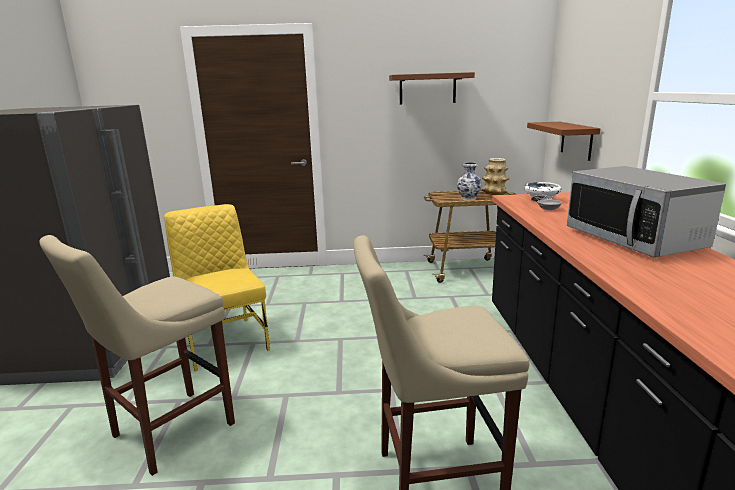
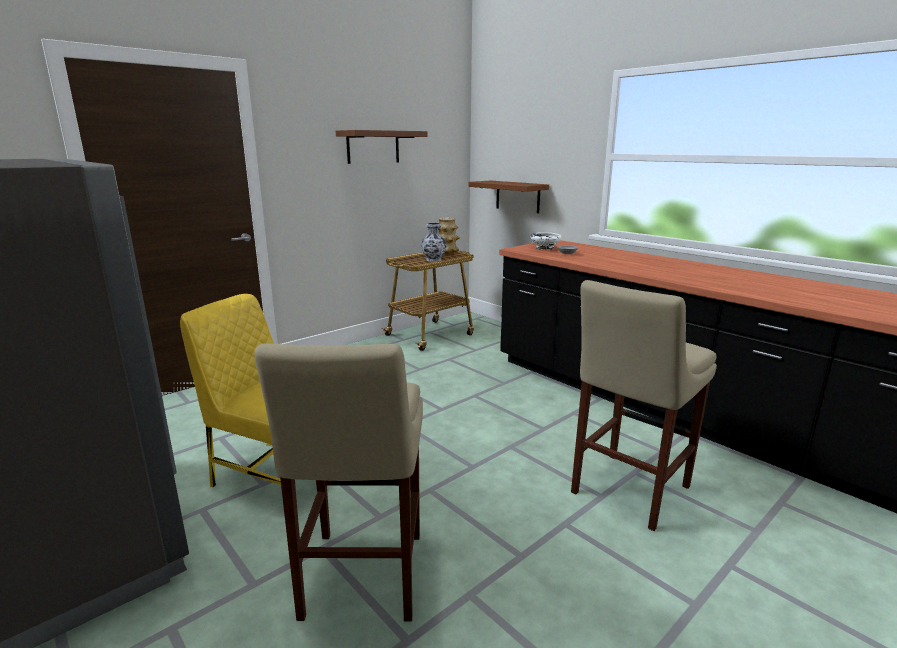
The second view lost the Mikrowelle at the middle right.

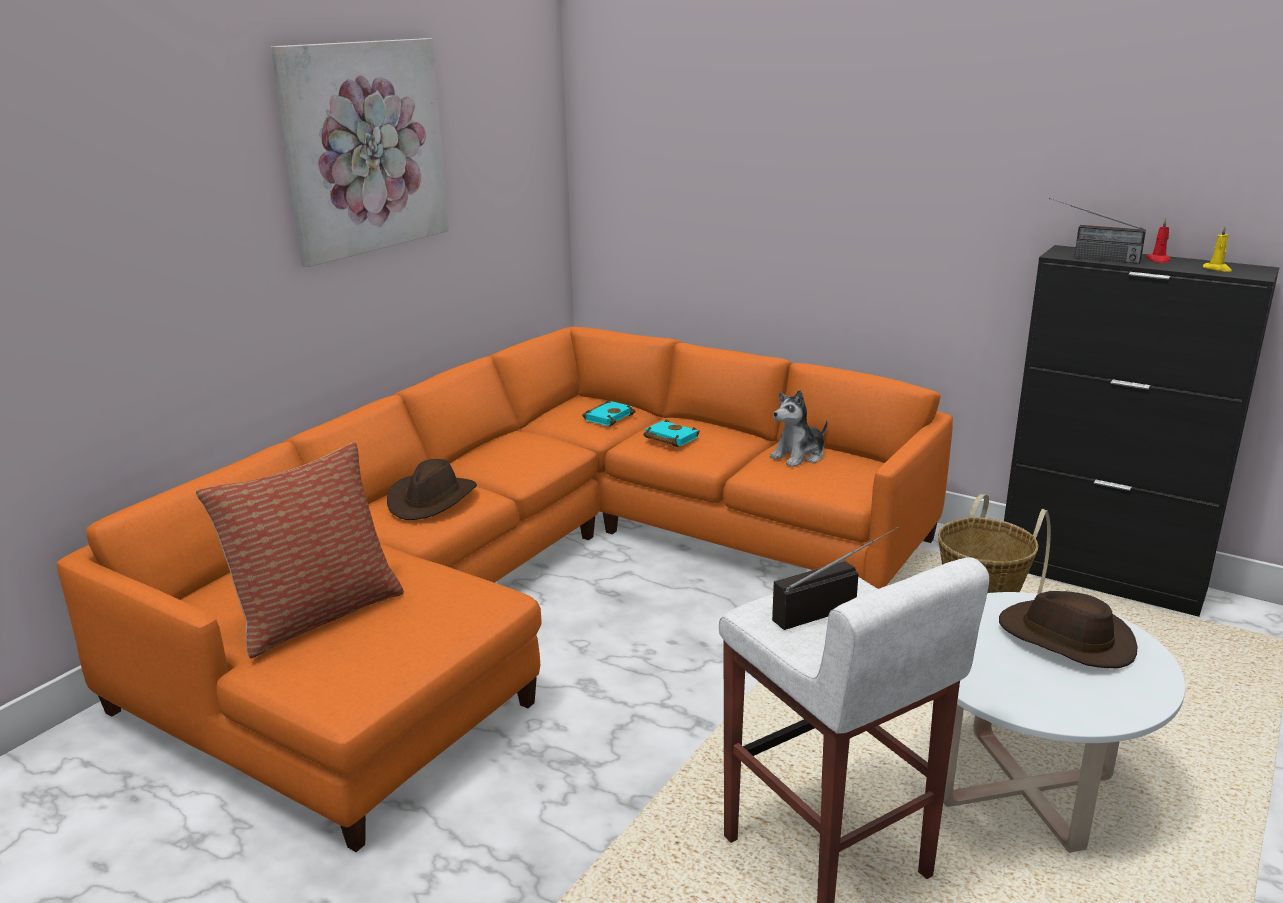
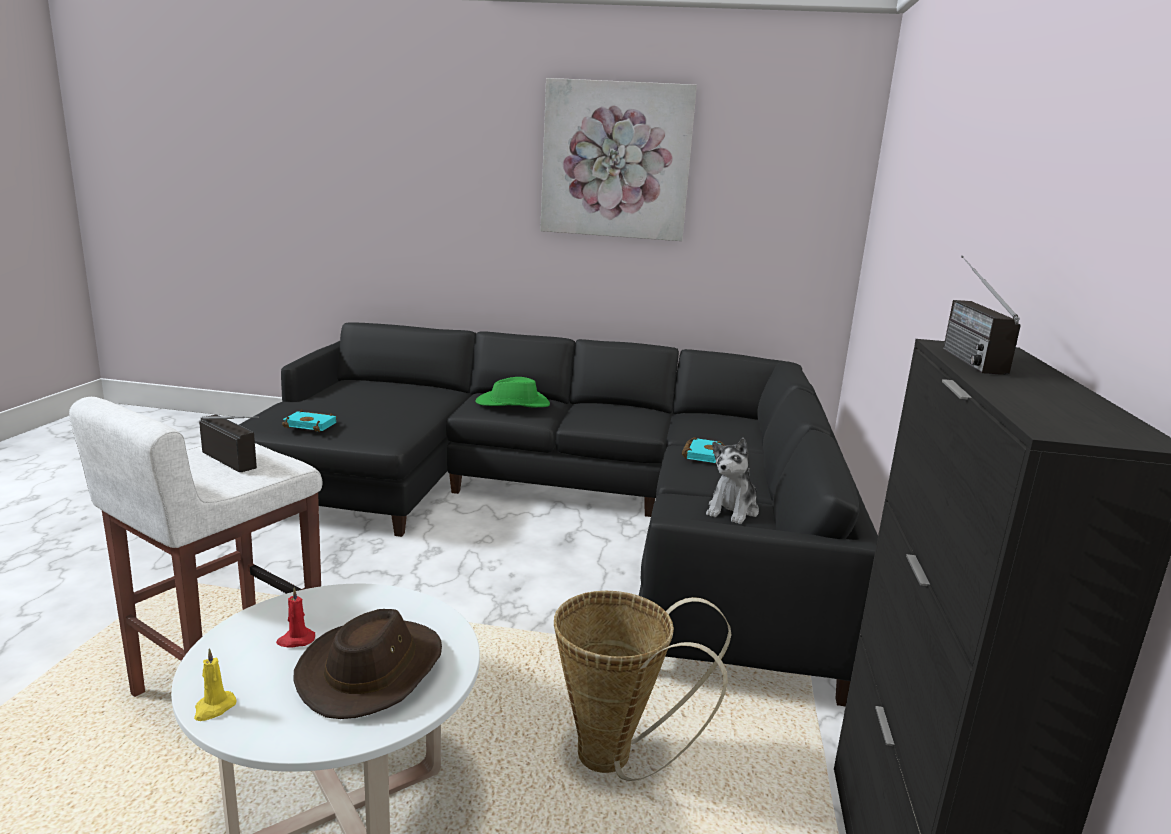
What was the Sofa/orange at the centre turned into the Sofa/schwarz at the centre. The second view lost the Kissen at the middle left. What was the Hut/braun (no. 1 from left) at the centre turned into the Hut/grün at the centre. The Buch/türkis (no. 1 from left) ended up elsewhere, having gone from the centre to the middle left. The Plüschtier at the centre ended up facing another way, 90 degrees counterclockwise from before. The Kerze/rot ended up elsewhere, having gone from the top right to the bottom left. The Kerze/gelb ended up elsewhere, having gone from the top right to the bottom left.

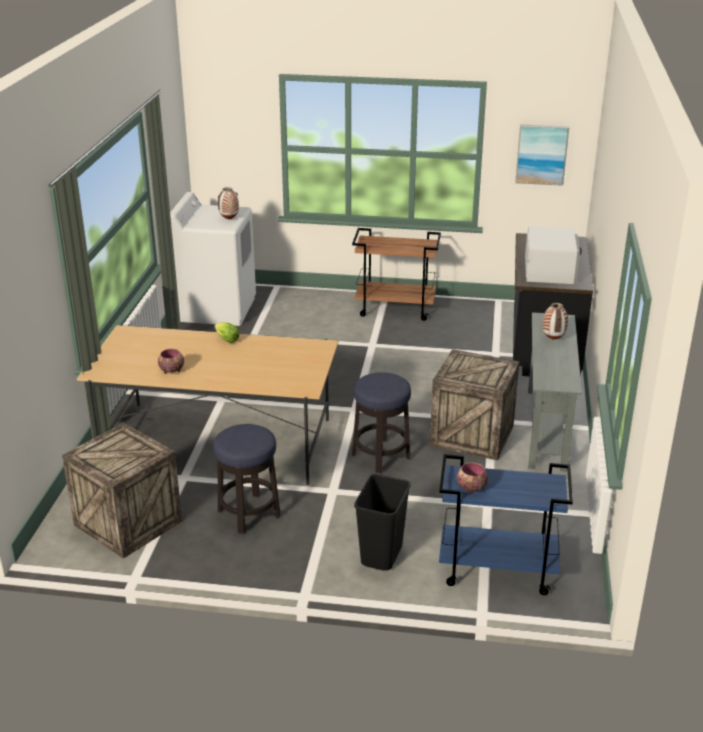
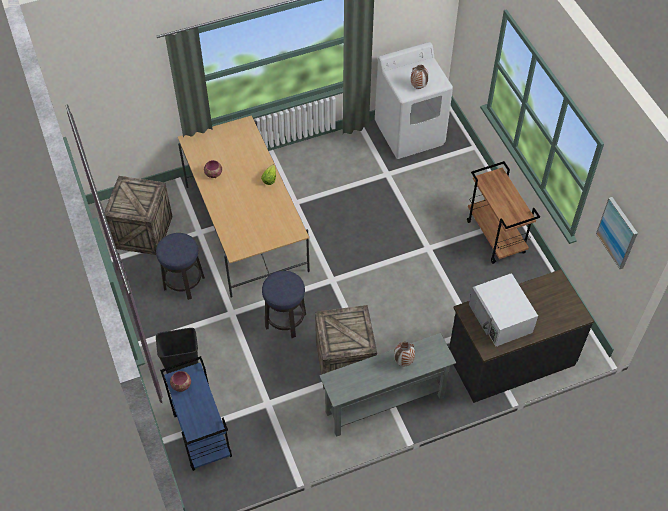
The Mikrowelle/weiß at the middle right ended up facing another way, 90 degrees clockwise from before.

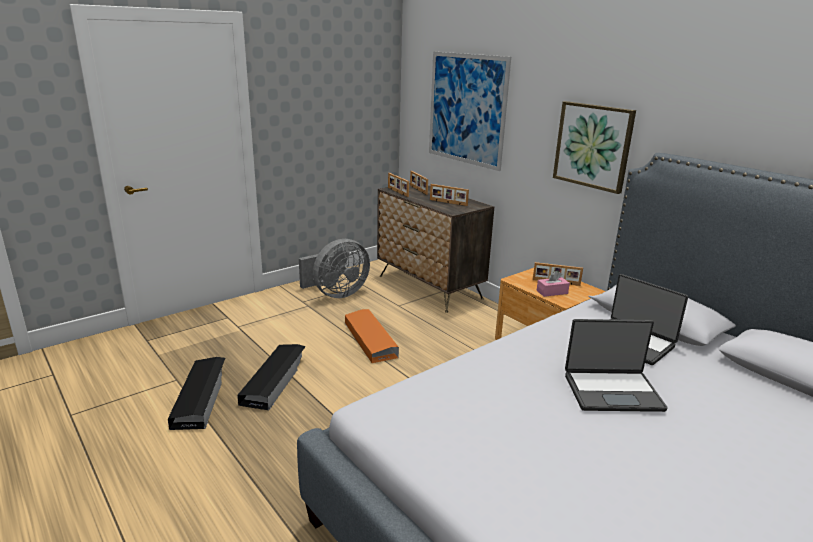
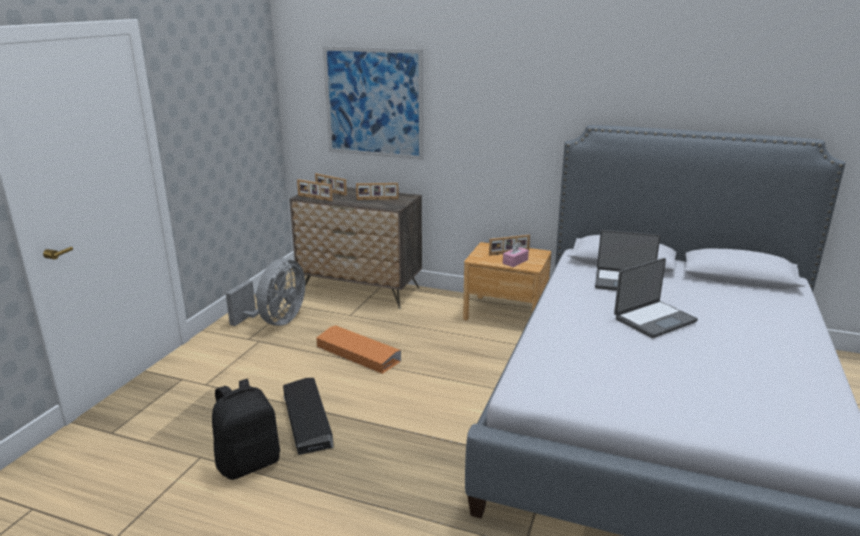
Where the Aufbewahrungsbox/schwarz (no. 1 from left) stood at the bottom left, the Rucksack/schwarz came to stand at the bottom left. The second view lost the Bild (no. 2 from left) at the top right.

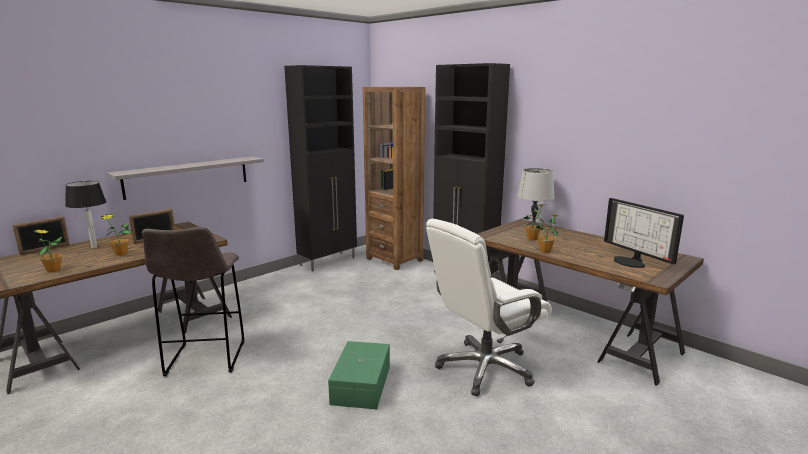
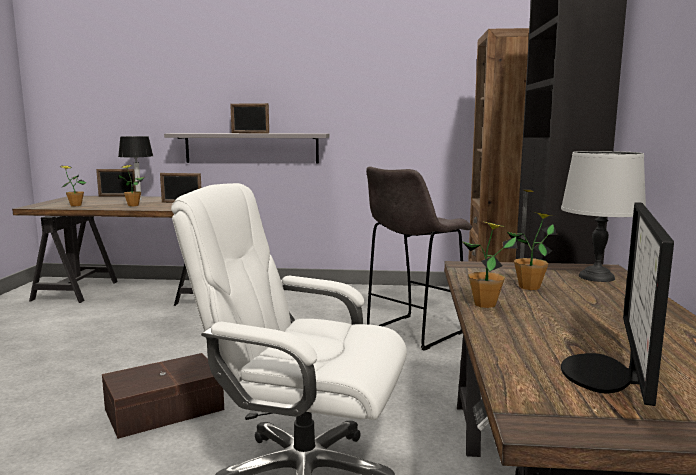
The Hocker/grau ended up elsewhere, having gone from the middle left to the centre. The second view lost the Schrank/schwarz (no. 1 from left) at the centre. What was the Aufbewahrungsbox/grün at the bottom centre turned into the Aufbewahrungsbox/braun at the bottom left. The second view gained the Bilderrahmen (no. 3 from left) at the top centre.

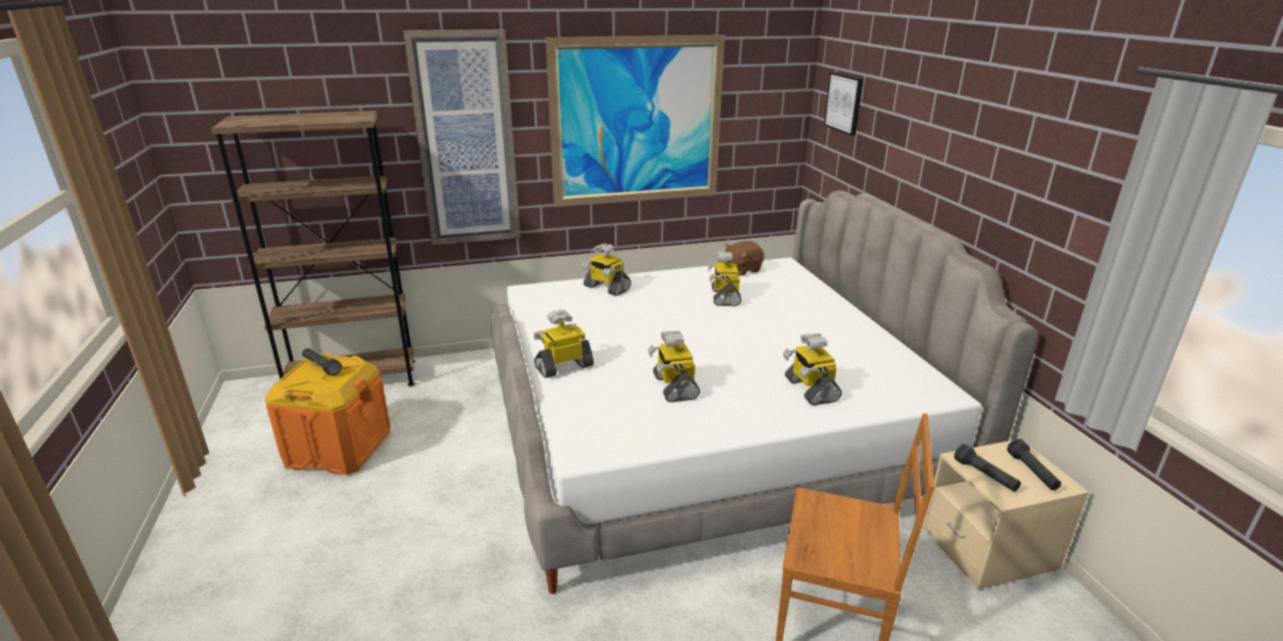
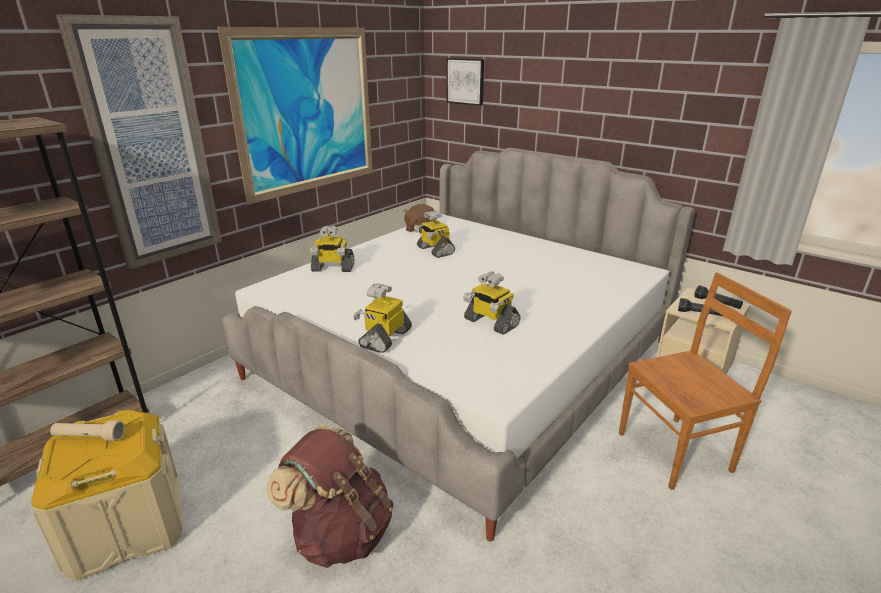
What was the Aufbewahrungsbox/orange at the middle left turned into the Aufbewahrungsbox/beige at the bottom left. What was the Taschenlampe/schwarz (no. 1 from left) at the middle left turned into the Taschenlampe/beige at the bottom left. The second view lost the Spielzeugroboter (no. 5 from left) at the centre. The second view gained the Rucksack/braun at the bottom centre.

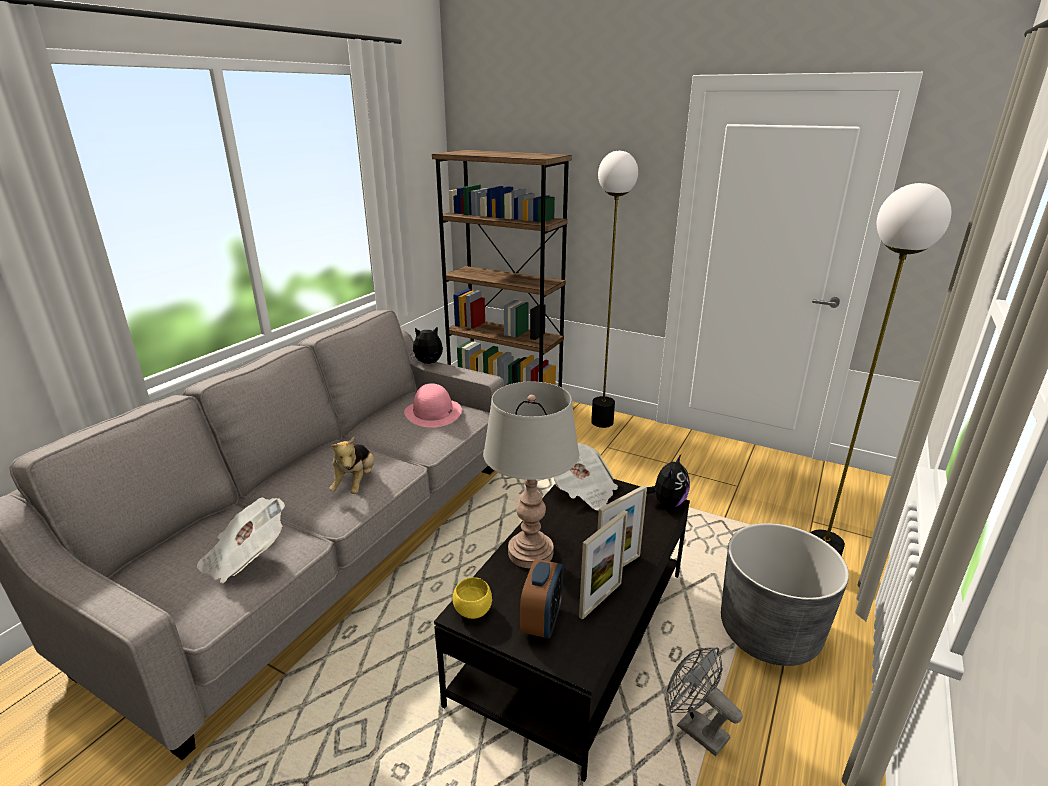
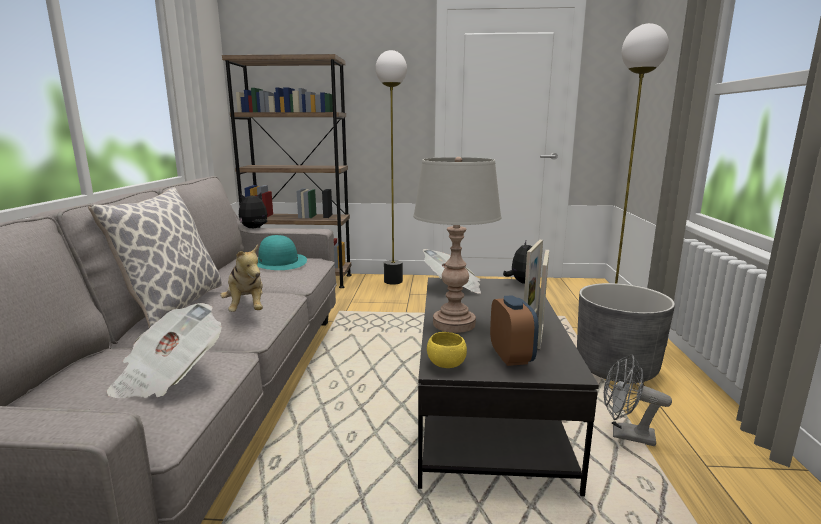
What was the Hut/rosa at the centre turned into the Hut/türkis at the centre. The second view gained the Kissen at the middle left.

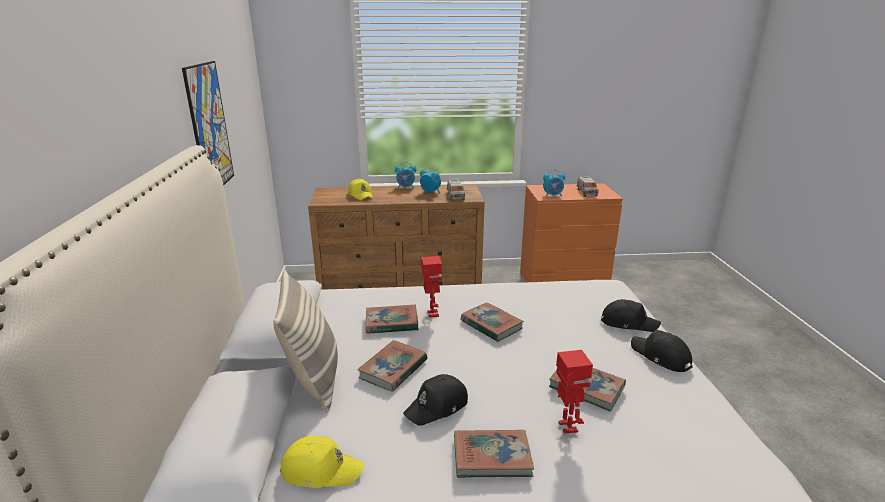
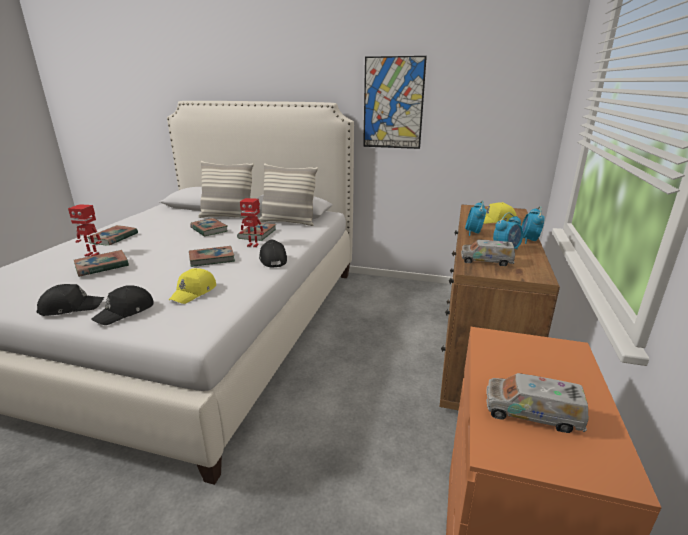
The Kappe/gelb (no. 1 from left) ended up elsewhere, having gone from the bottom centre to the middle left. The Kappe/schwarz (no. 1 from left in the first image) ended up elsewhere, having gone from the bottom centre to the centre. The Wecker (no. 3 from left in the first image) ended up elsewhere, having gone from the centre to the middle right. The second view gained the Kissen (no. 2 from left) at the centre.

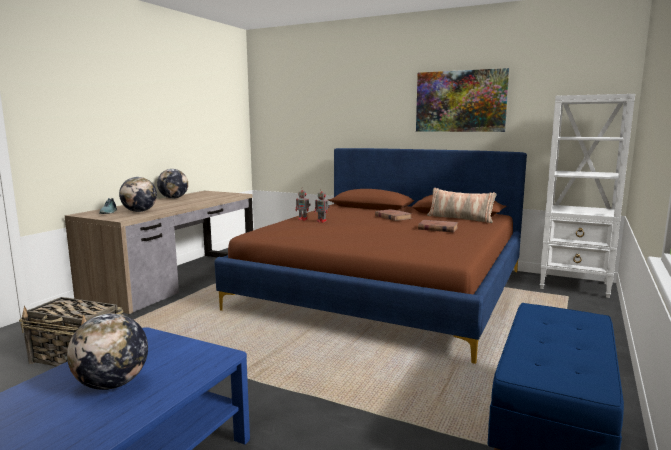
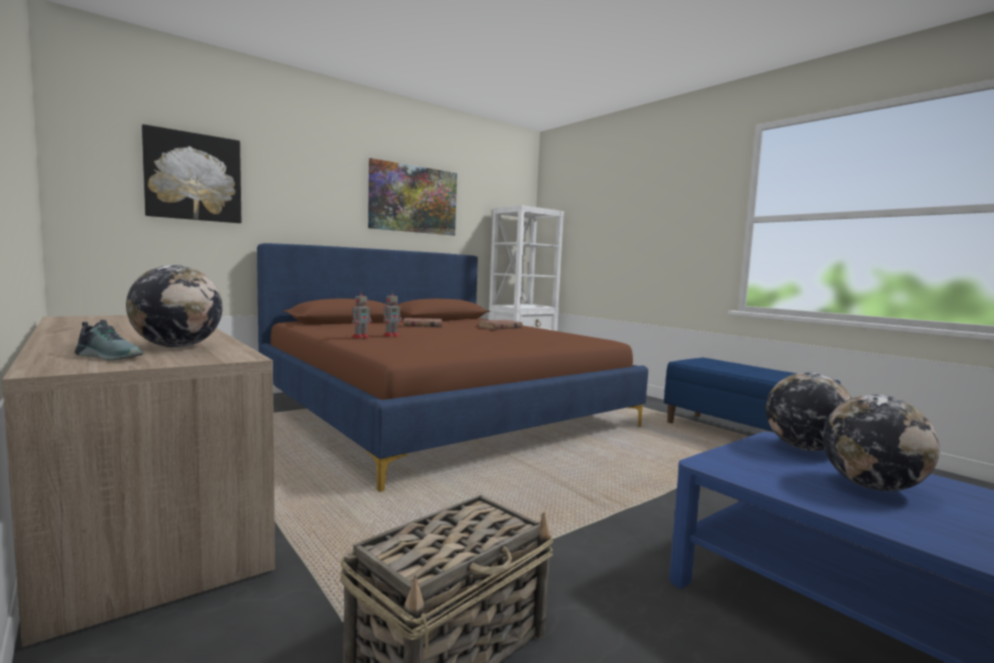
The Globus (no. 3 from left in the first image) ended up elsewhere, having gone from the middle left to the middle right. The second view lost the Kissen at the middle right. The second view gained the Bild (no. 1 from left) at the top left.

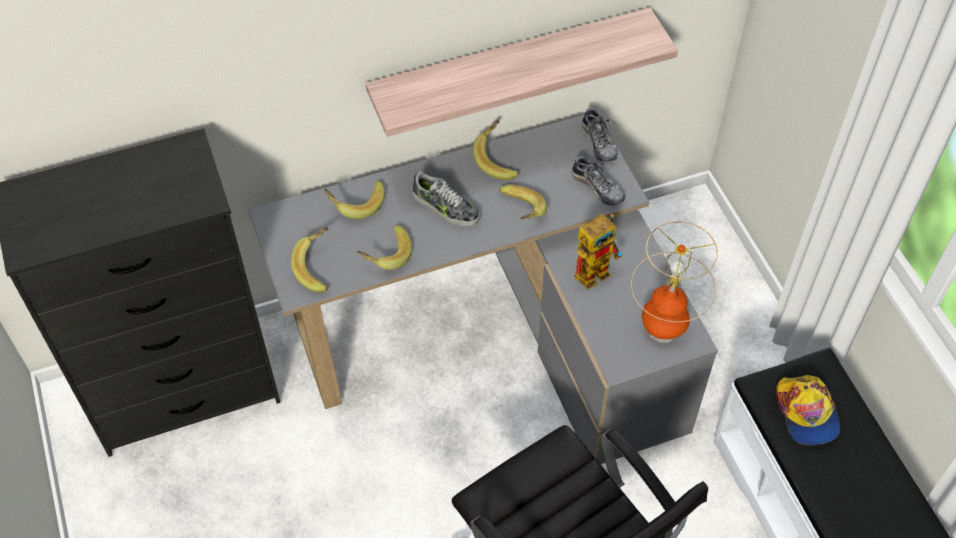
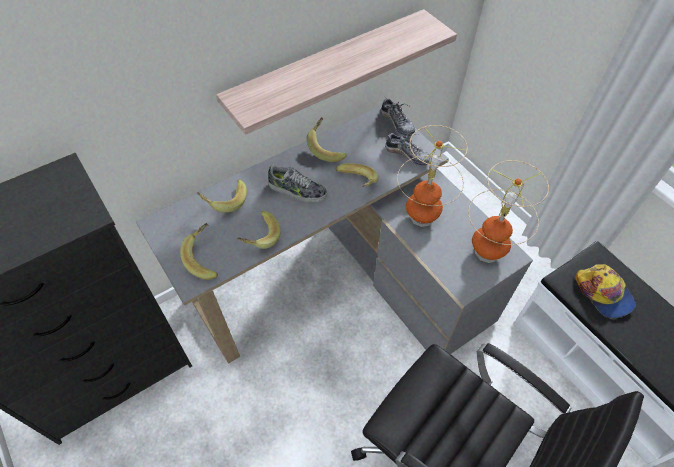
Where the Spielzeugroboter stood at the centre, the Tischlampe (no. 1 from left) came to stand at the centre.

